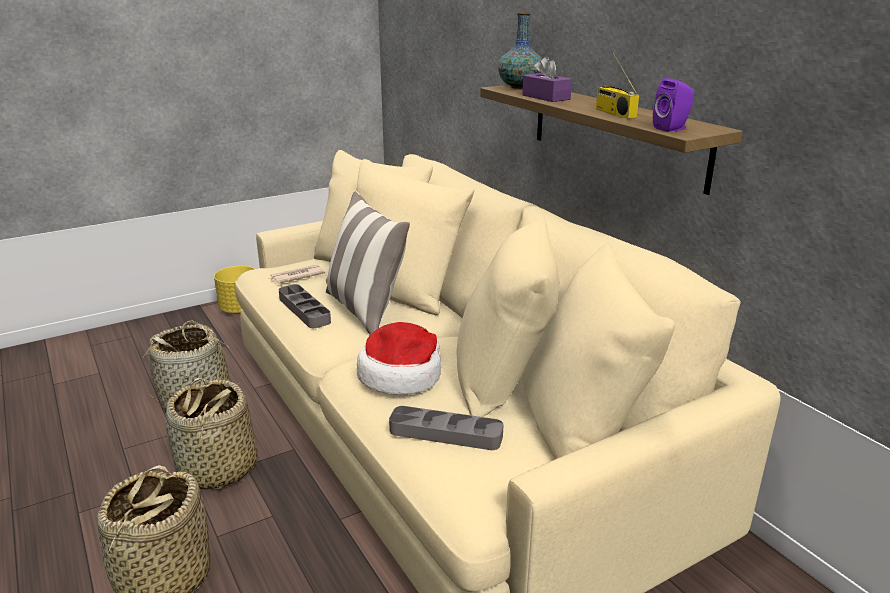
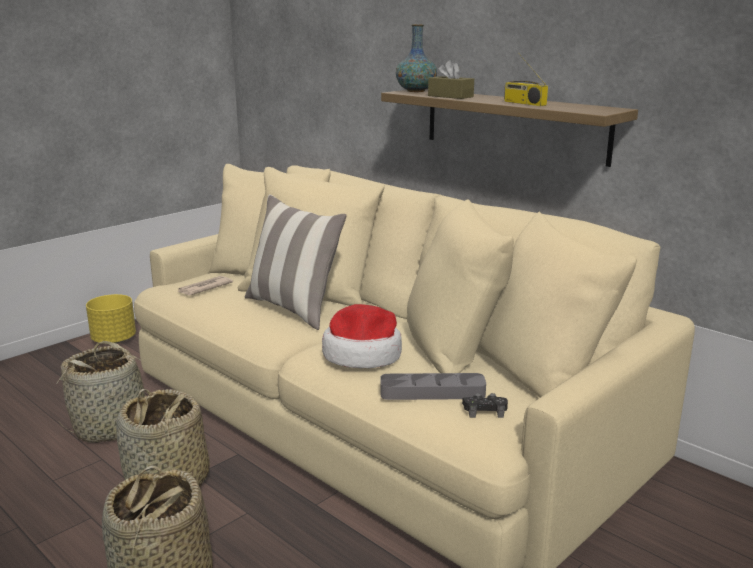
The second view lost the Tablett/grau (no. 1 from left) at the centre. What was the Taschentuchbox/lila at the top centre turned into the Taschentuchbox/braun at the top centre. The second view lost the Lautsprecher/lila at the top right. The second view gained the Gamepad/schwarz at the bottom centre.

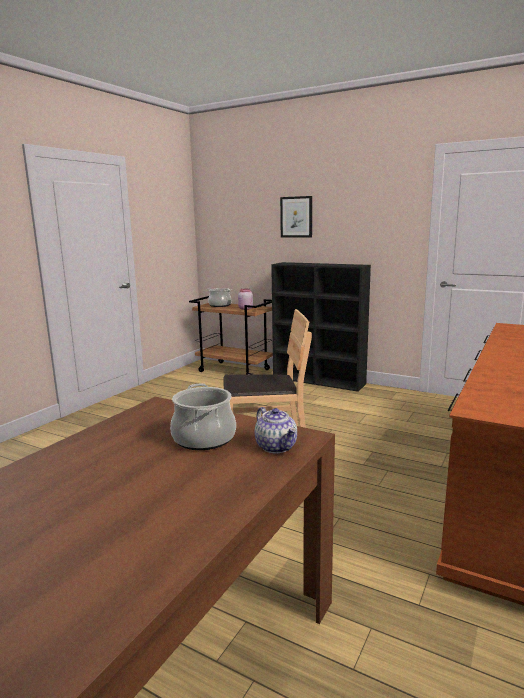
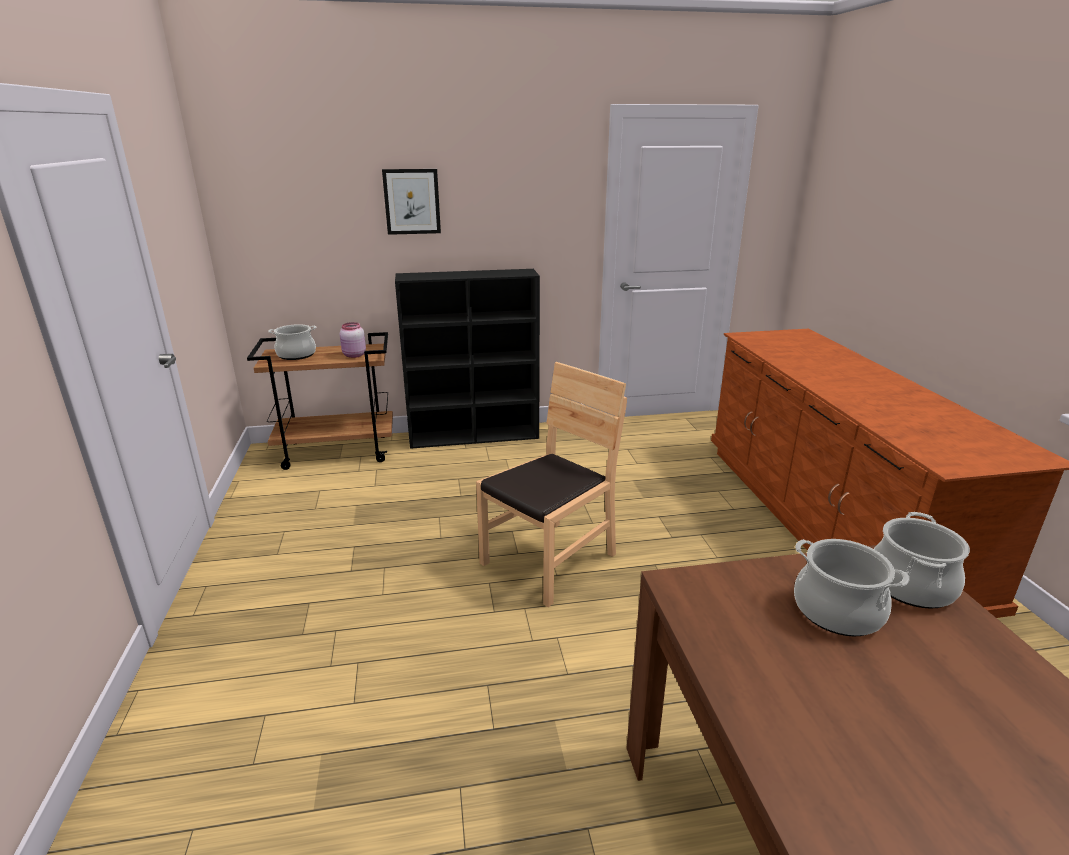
Where the Teekanne stood at the centre, the Kochtopf (no. 3 from left) came to stand at the middle right.

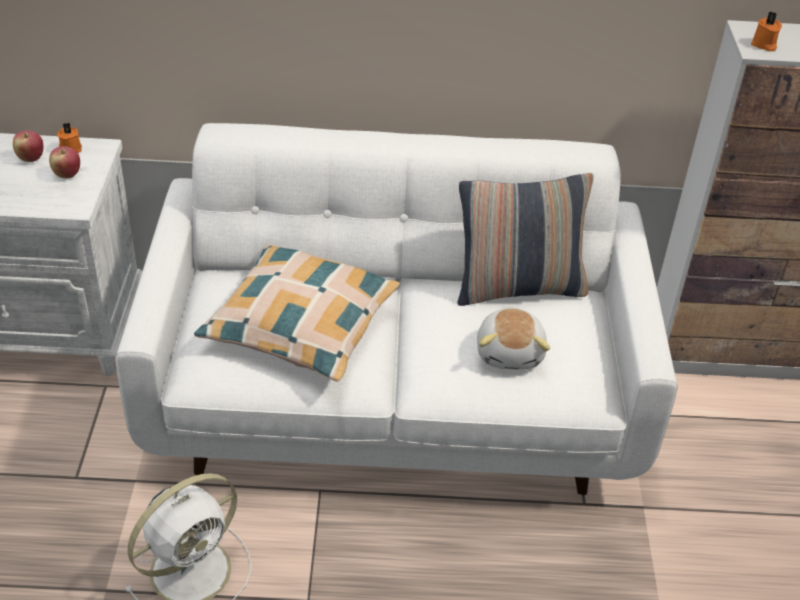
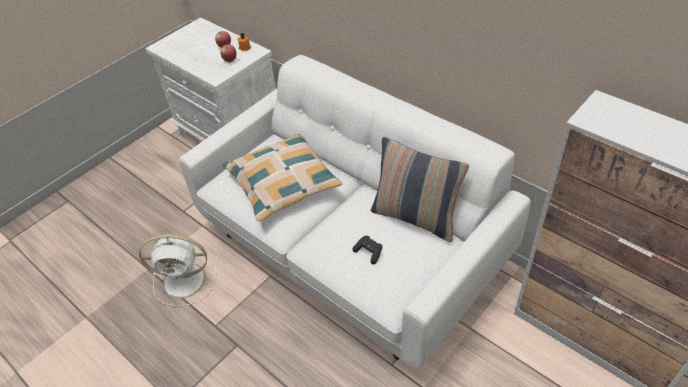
Where the Plüschtier stood at the centre, the Gamepad/schwarz came to stand at the centre. The second view lost the Kerze/orange (no. 2 from left) at the top right.

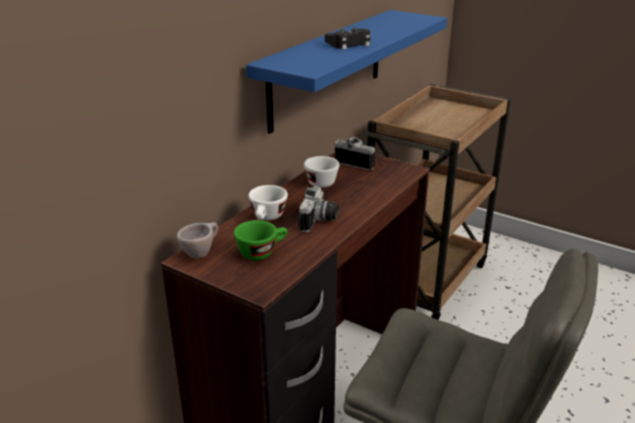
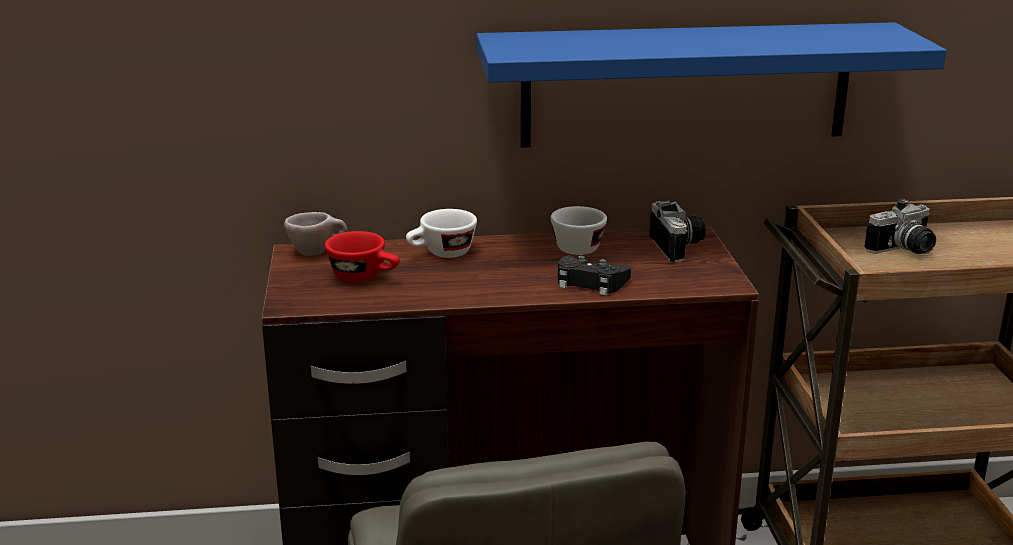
What was the Tasse/grün at the centre turned into the Tasse/rot at the centre. The Kamera (no. 1 from left in the first image) ended up elsewhere, having gone from the centre to the middle right. The Gamepad/schwarz ended up elsewhere, having gone from the top centre to the centre.

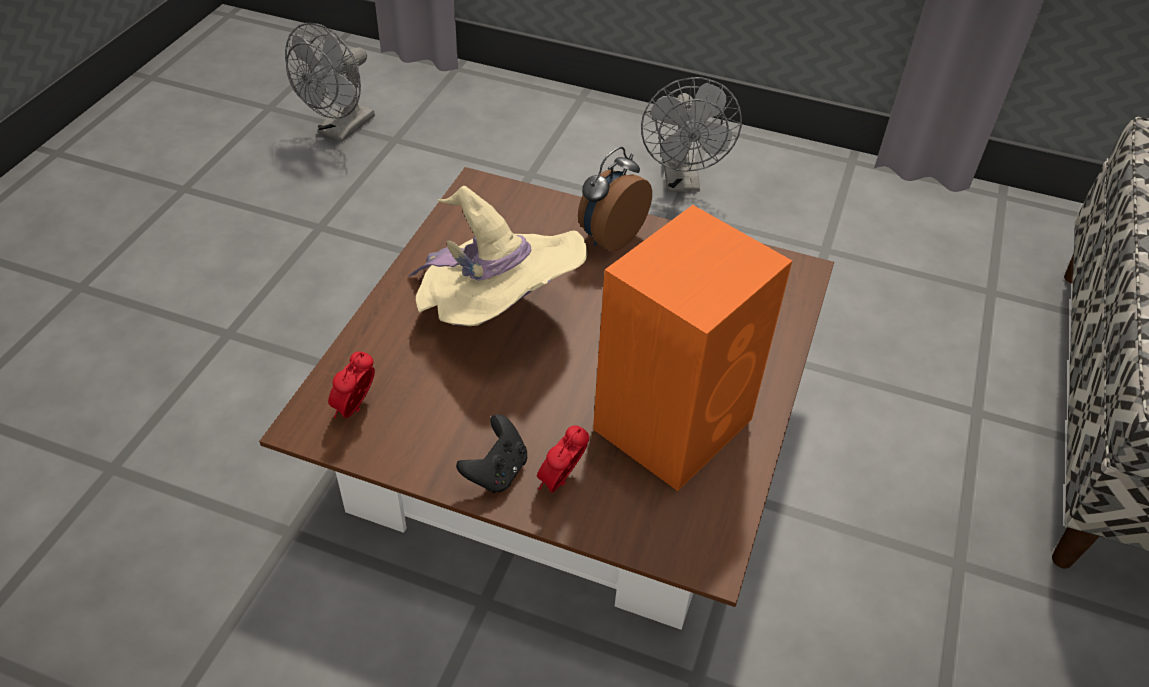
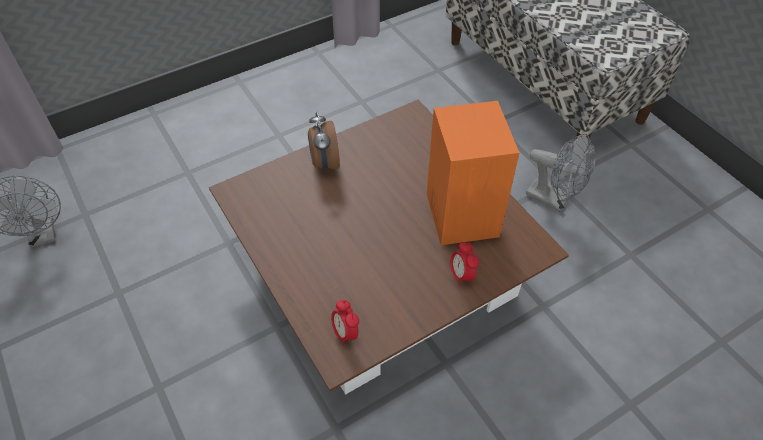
The second view lost the Hut/beige at the centre. The second view lost the Gamepad/schwarz at the centre. The Ventilator/grau (no. 2 from left) ended up elsewhere, having gone from the top centre to the middle right.

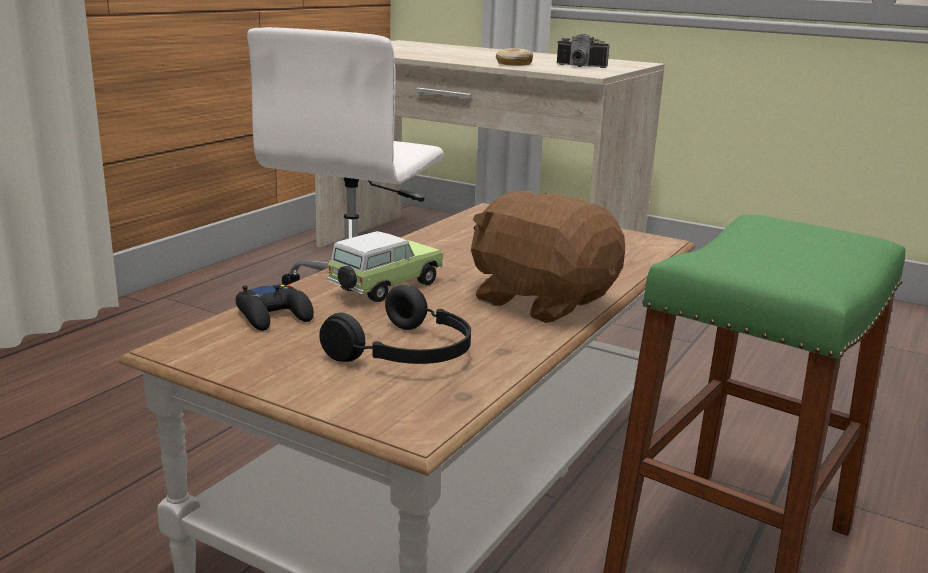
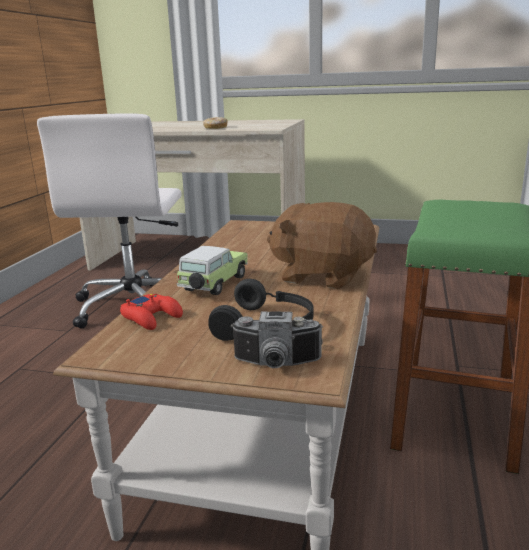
What was the Gamepad/schwarz at the middle left turned into the Gamepad/rot at the middle left. The Kamera ended up elsewhere, having gone from the top centre to the centre.

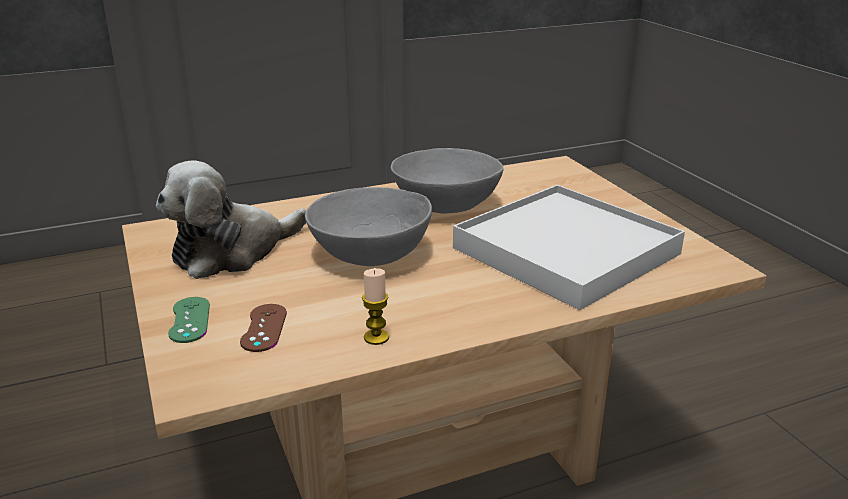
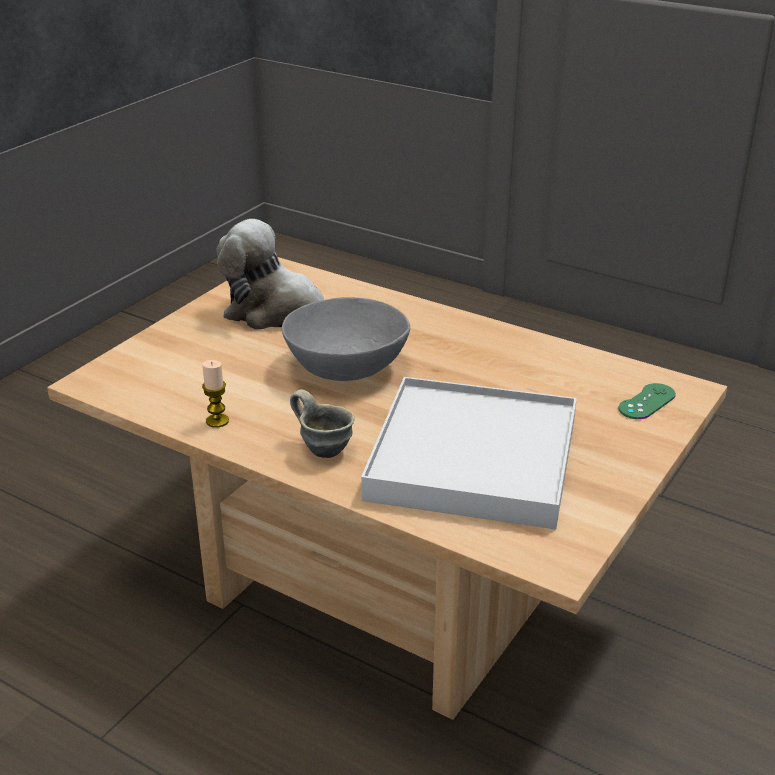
The Gamepad/grün ended up elsewhere, having gone from the middle left to the middle right. The second view lost the Gamepad/braun at the middle left. The second view lost the Schüssel/grau (no. 2 from left) at the centre. The second view gained the Henkelbecher/grau at the centre.

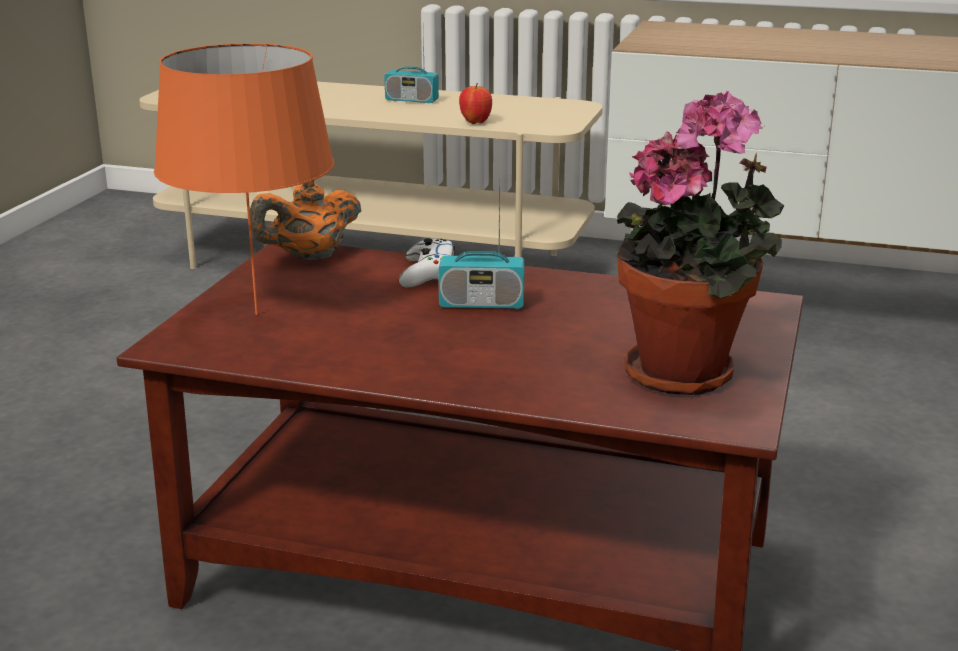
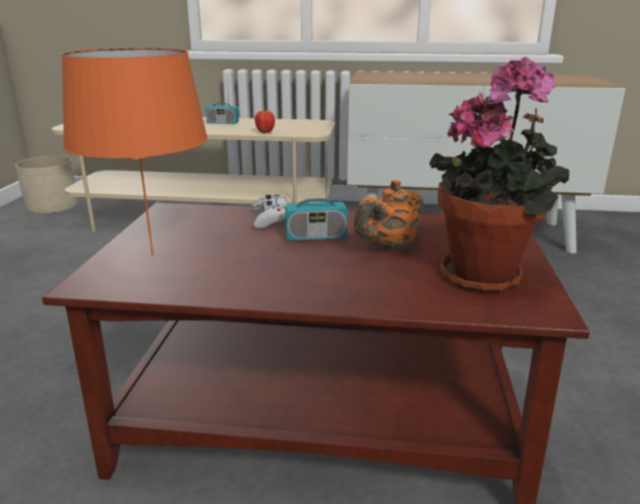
The Teekanne/orange ended up elsewhere, having gone from the middle left to the centre. The second view gained the Pflanzkübel/beige at the middle left.

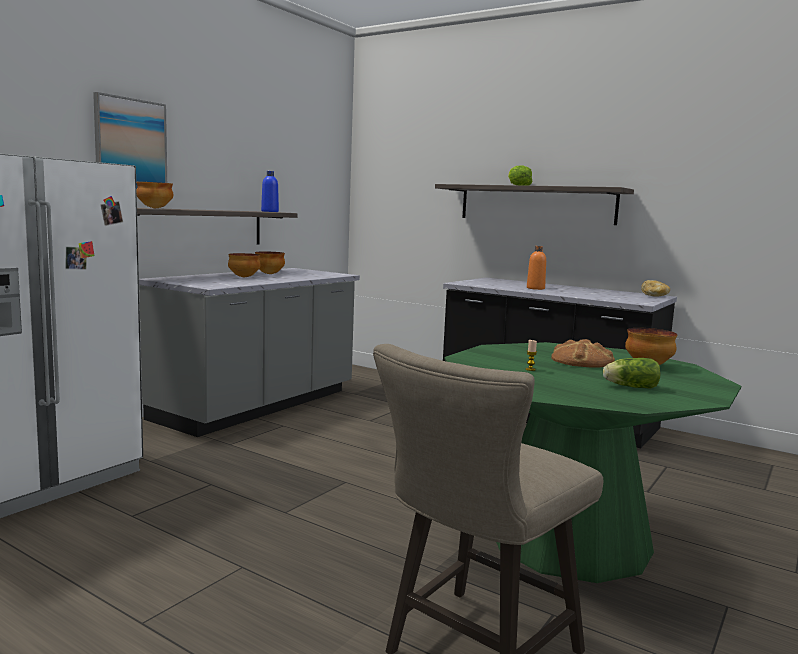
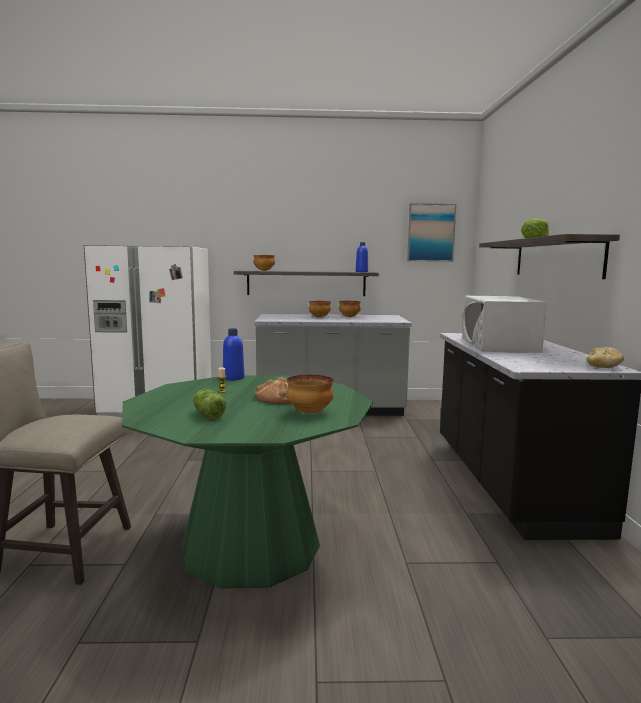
The Bild ended up elsewhere, having gone from the top left to the top right. Where the Flasche/orange stood at the middle right, the Mikrowelle/weiß came to stand at the middle right. The second view gained the Flasche/blau (no. 1 from left) at the centre.

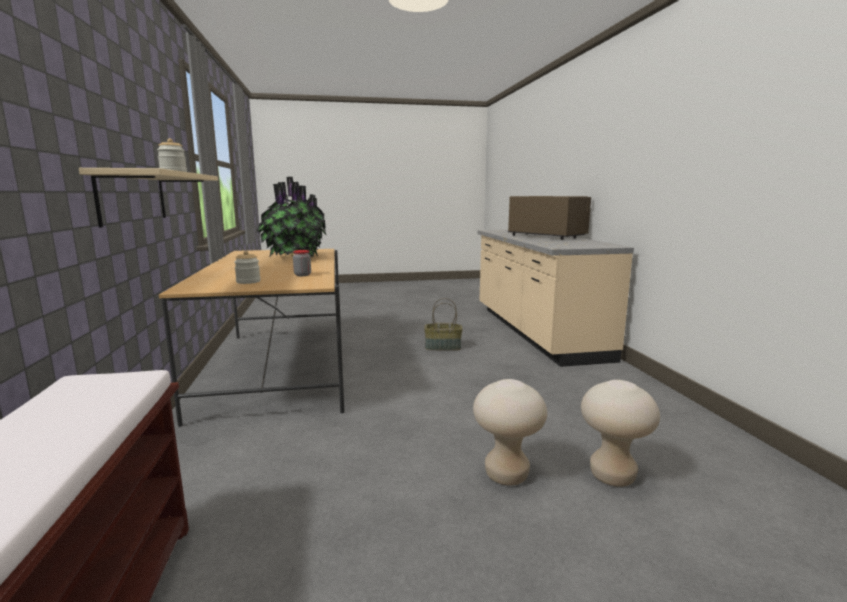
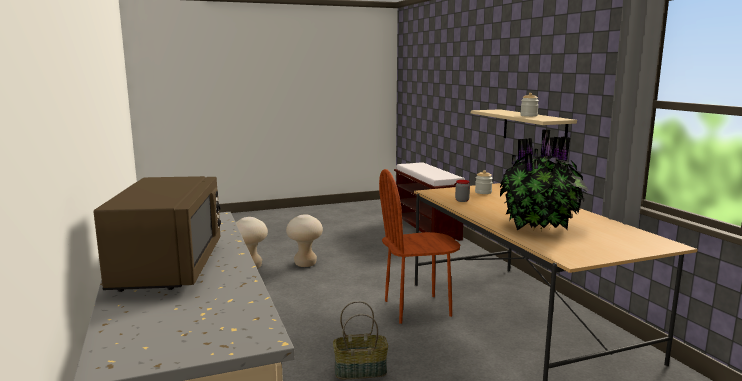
The Mikrowelle/braun at the centre ended up facing another way, 135 degrees counterclockwise from before. The second view gained the Stuhl/braun at the centre.

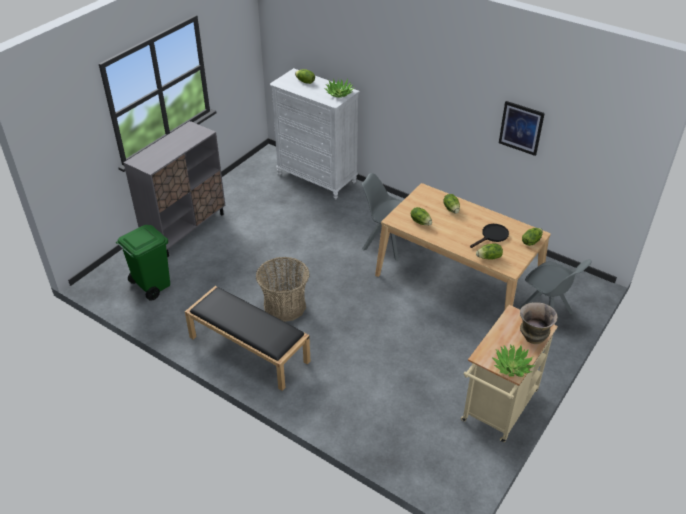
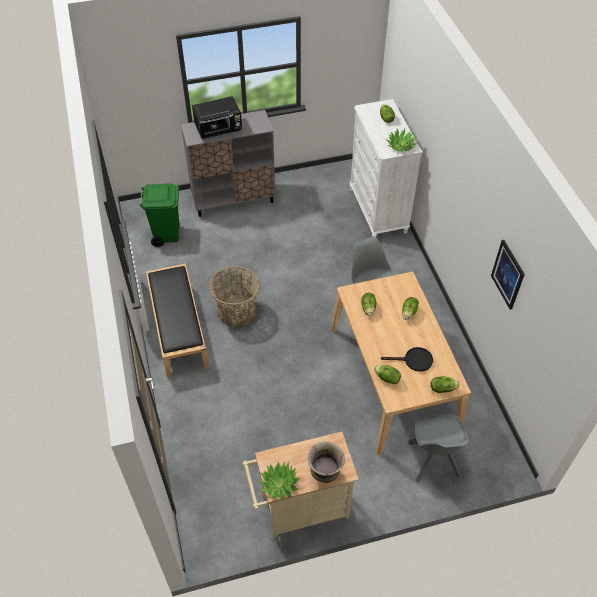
The second view gained the Mikrowelle/schwarz at the top centre.

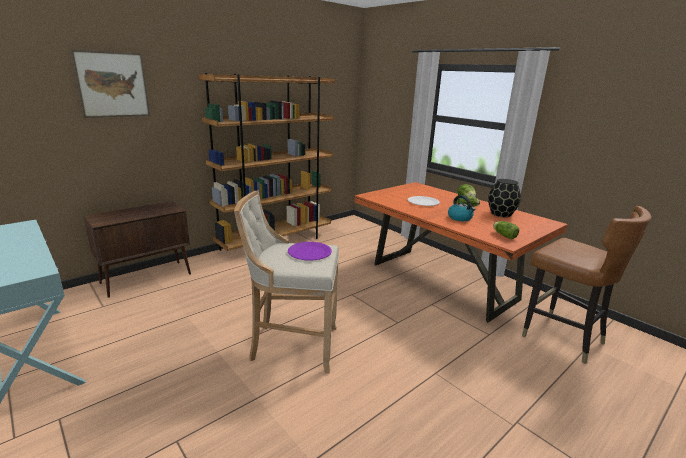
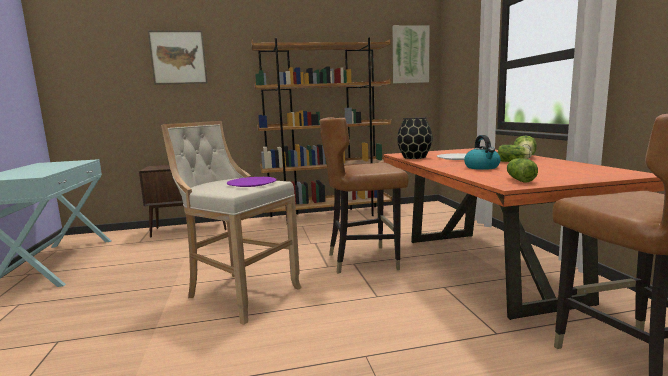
The Vase/schwarz ended up elsewhere, having gone from the middle right to the centre. The second view gained the Stuhl/braun (no. 1 from left) at the centre. The second view gained the Bild (no. 2 from left) at the top centre.

